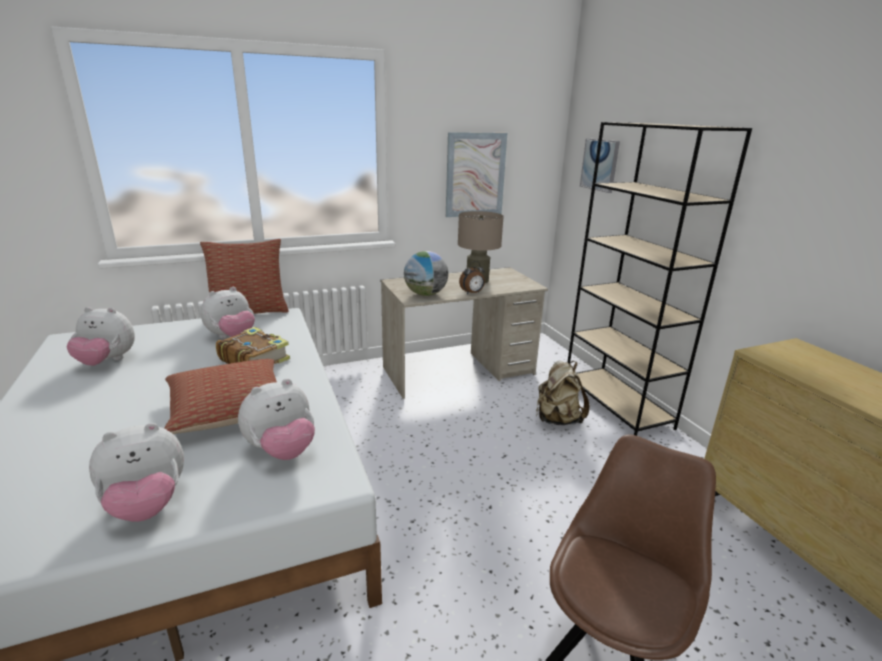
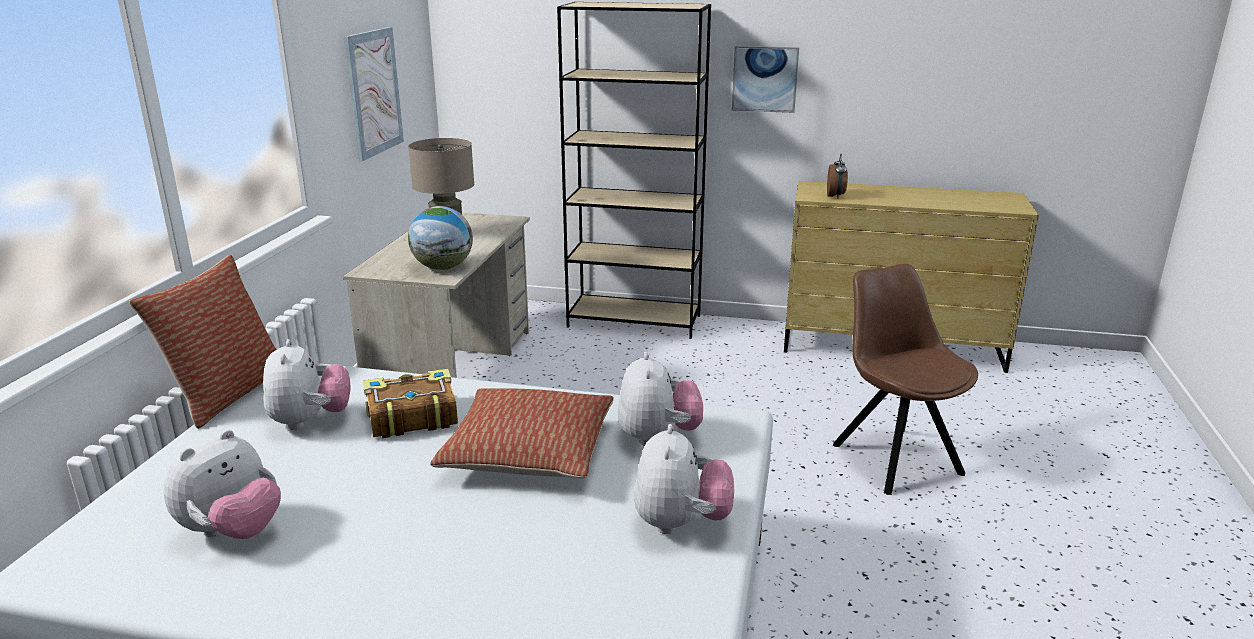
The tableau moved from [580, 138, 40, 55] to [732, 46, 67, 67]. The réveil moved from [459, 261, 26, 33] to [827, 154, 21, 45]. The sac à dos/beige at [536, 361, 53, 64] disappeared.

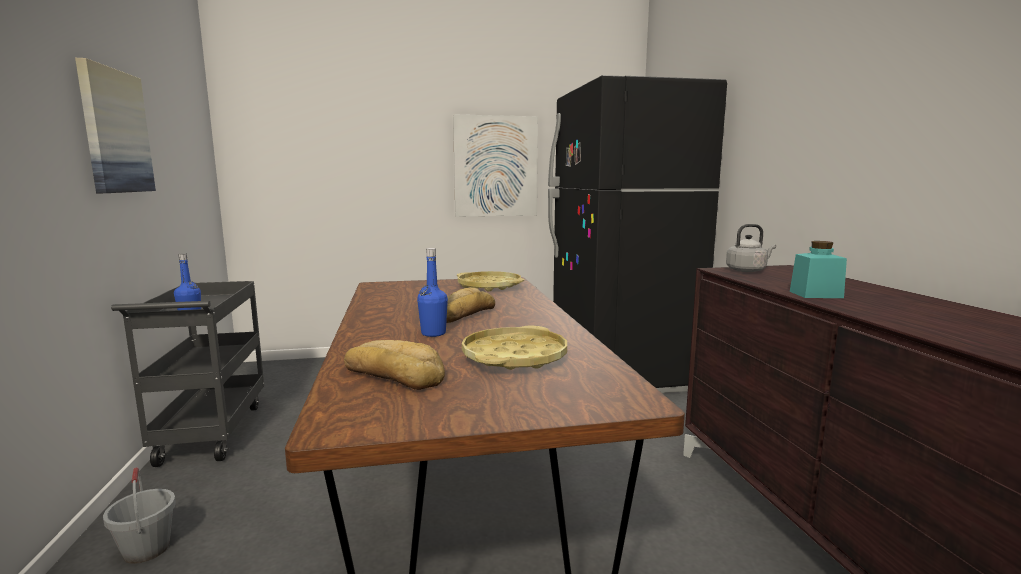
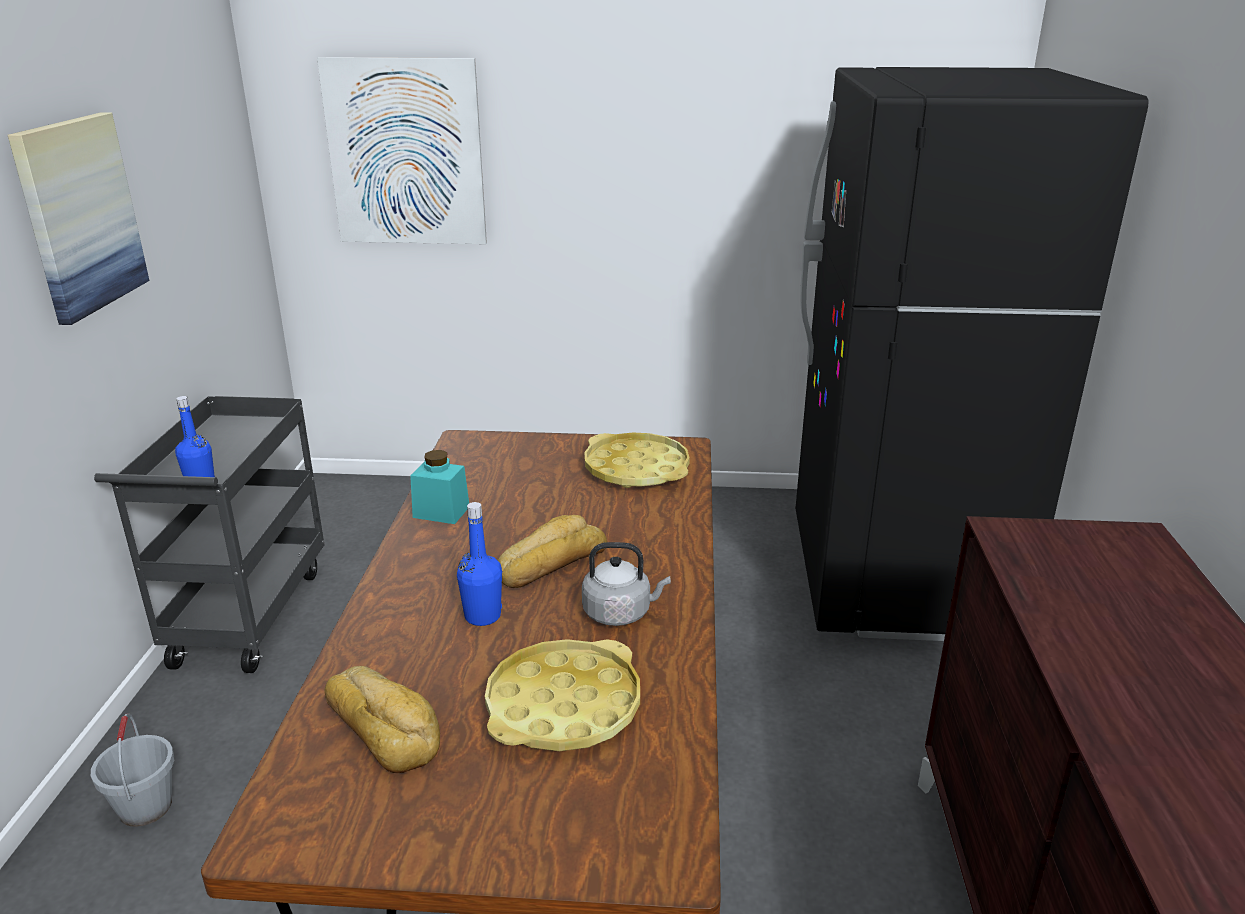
The tableau moved from [453, 114, 85, 103] to [317, 57, 170, 187]. The bocal/turquoise moved from [790, 241, 57, 57] to [410, 450, 59, 74]. The bouilloire/gris moved from [726, 224, 50, 48] to [582, 542, 89, 84].

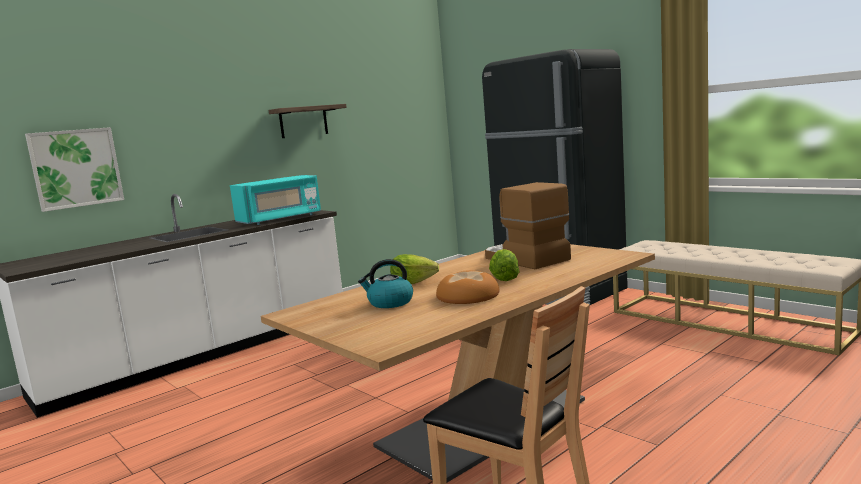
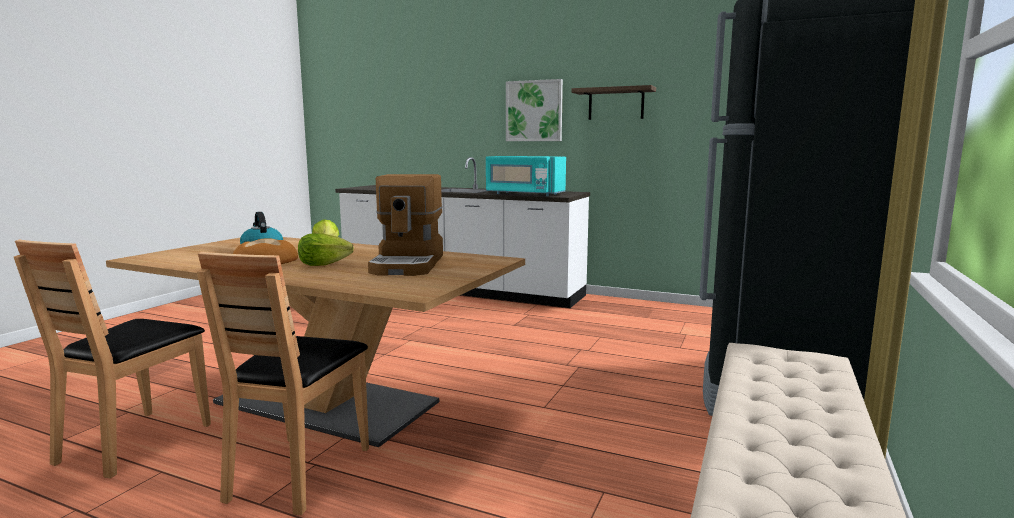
The chaise/marron at [197, 252, 172, 263] appeared. The machine à café at [485, 182, 86, 87] turned 150 degrees clockwise. The tableau moved from [25, 127, 99, 85] to [506, 79, 57, 62].

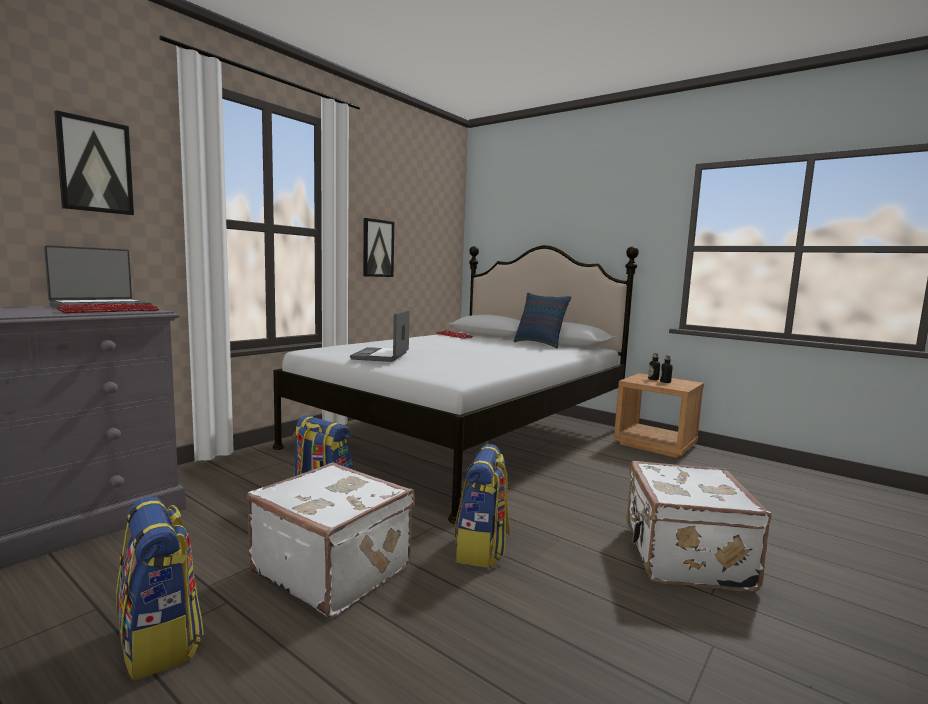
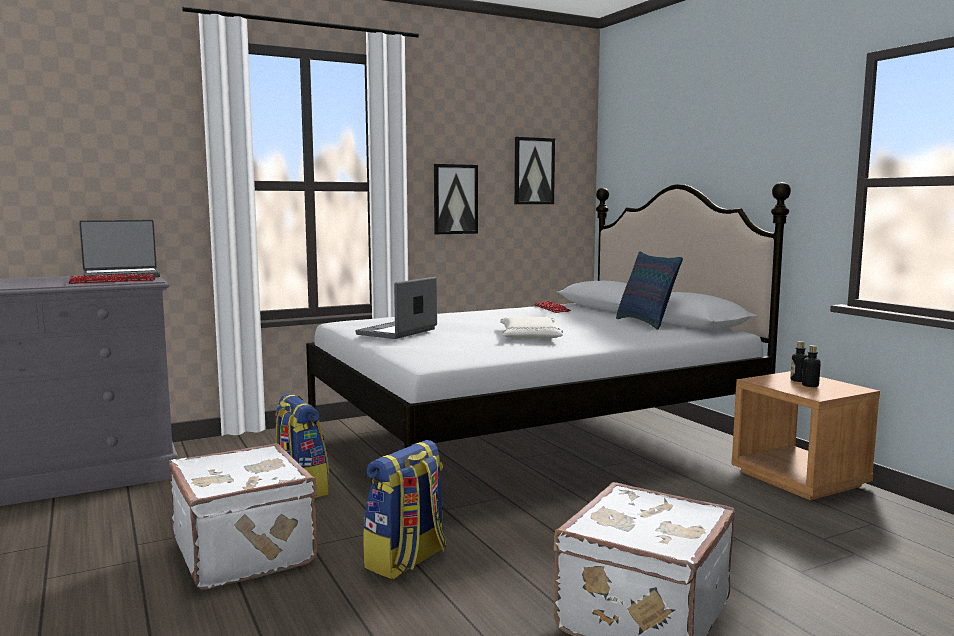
The coussin/blanc at [500, 317, 63, 21] appeared. The tableau moved from [54, 110, 80, 105] to [514, 137, 41, 67]. The sac à dos at [116, 497, 88, 183] disappeared.

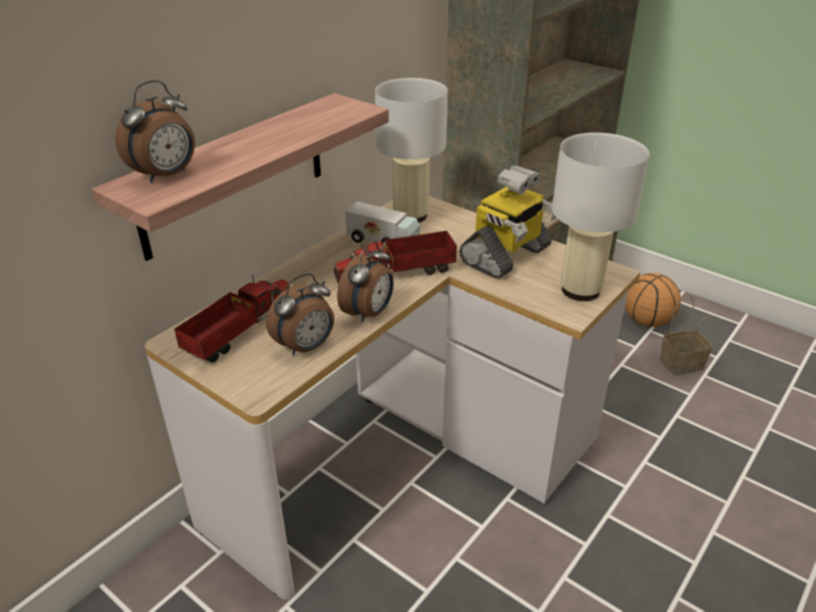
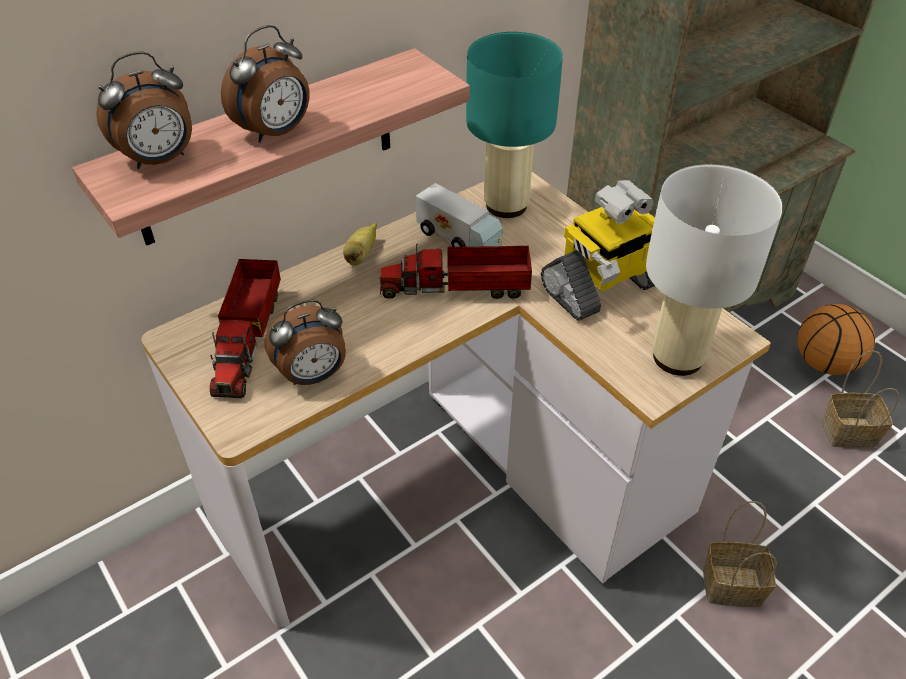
The camion jouet at [174, 275, 116, 88] turned 135 degrees clockwise. The réveil moved from [337, 241, 56, 82] to [221, 25, 89, 118]. The banane at [343, 223, 34, 43] appeared. The lampe de table/blanc at [375, 78, 73, 145] became the lampe de table/turquoise at [466, 32, 97, 186]. The panier at [703, 501, 74, 106] appeared.

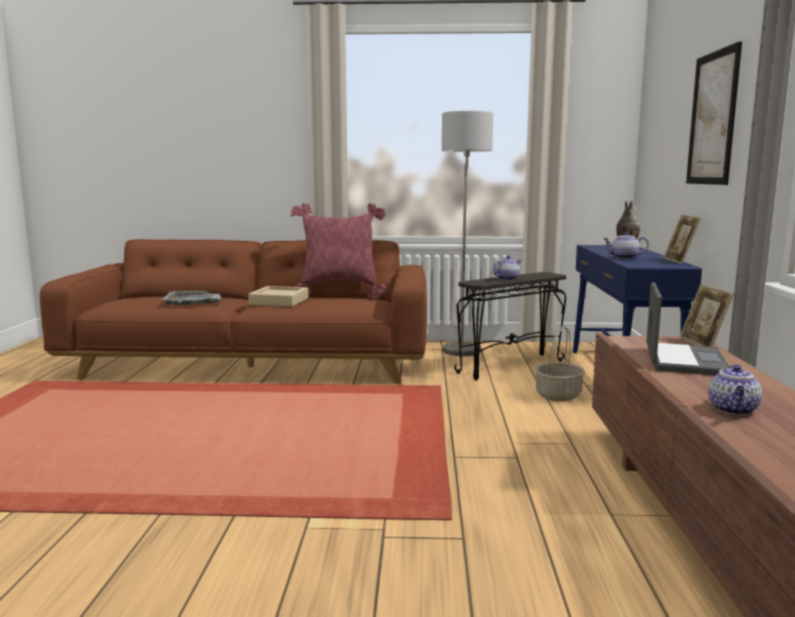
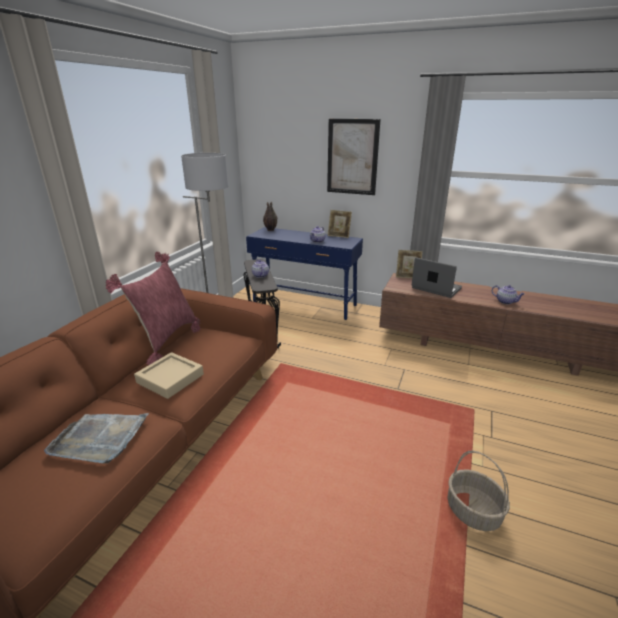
The panier moved from [535, 326, 50, 75] to [447, 450, 63, 81].

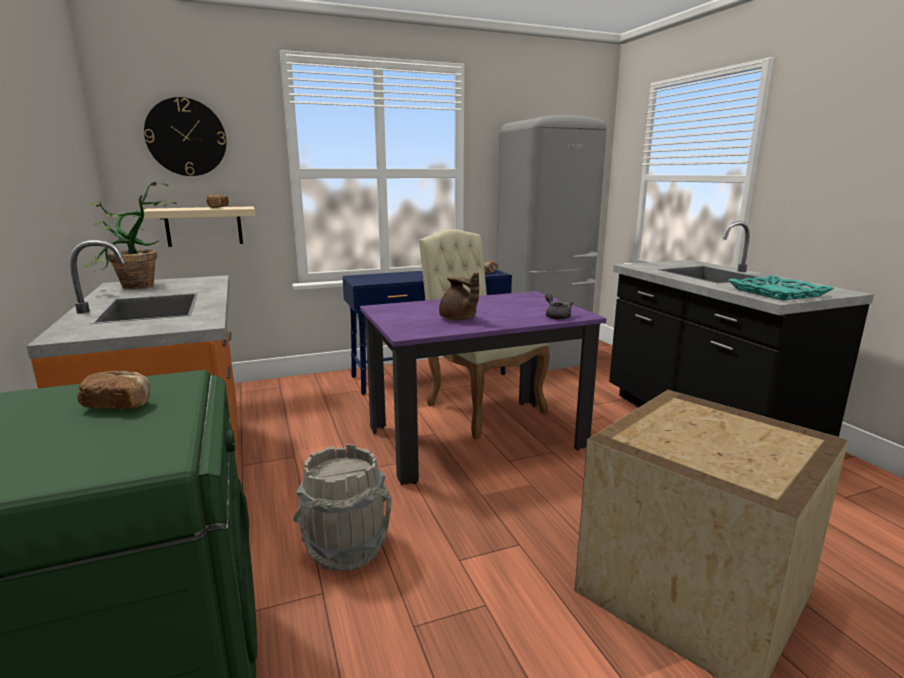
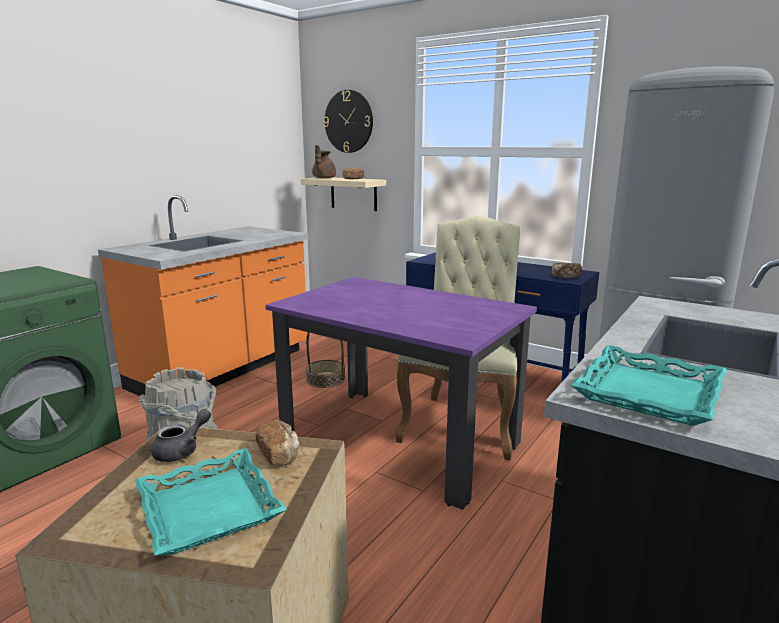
The plateau/turquoise at [135, 448, 152, 108] appeared. The théière/gris moved from [545, 294, 28, 26] to [151, 409, 60, 53]. The pain moved from [77, 371, 73, 38] to [255, 420, 44, 46]. The panier at [306, 332, 40, 56] appeared. The théière/marron moved from [439, 272, 40, 48] to [312, 145, 24, 33]. The plante en pot at [84, 182, 93, 107] disappeared.

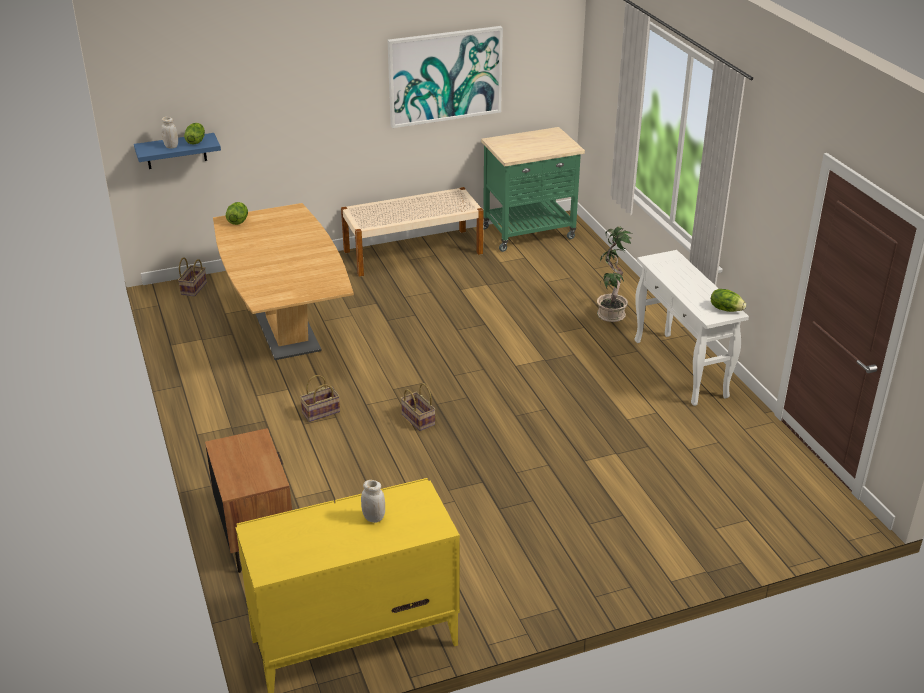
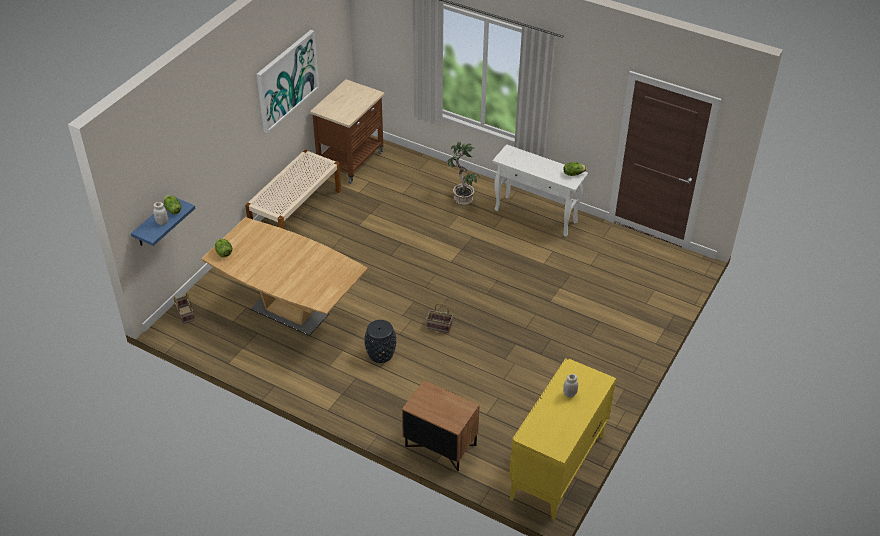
The chariot/vert at [481, 127, 104, 125] became the chariot/marron at [310, 79, 74, 105]. The panier at [300, 375, 40, 47] was replaced by the tabouret/noir at [364, 320, 32, 43].

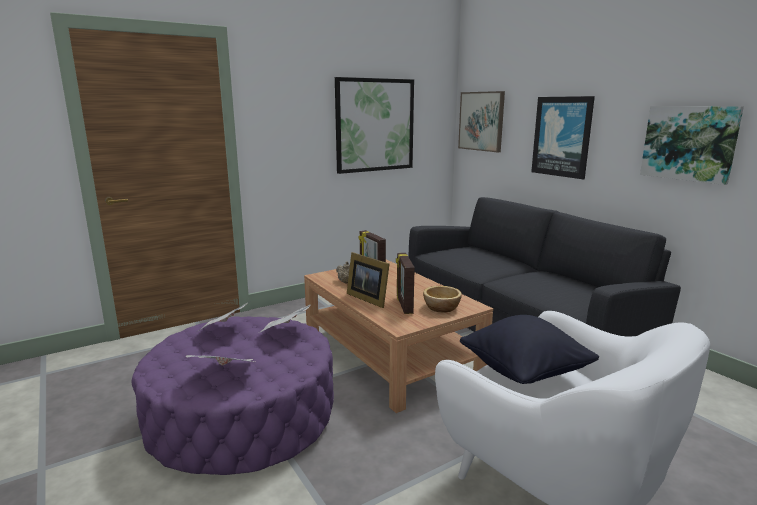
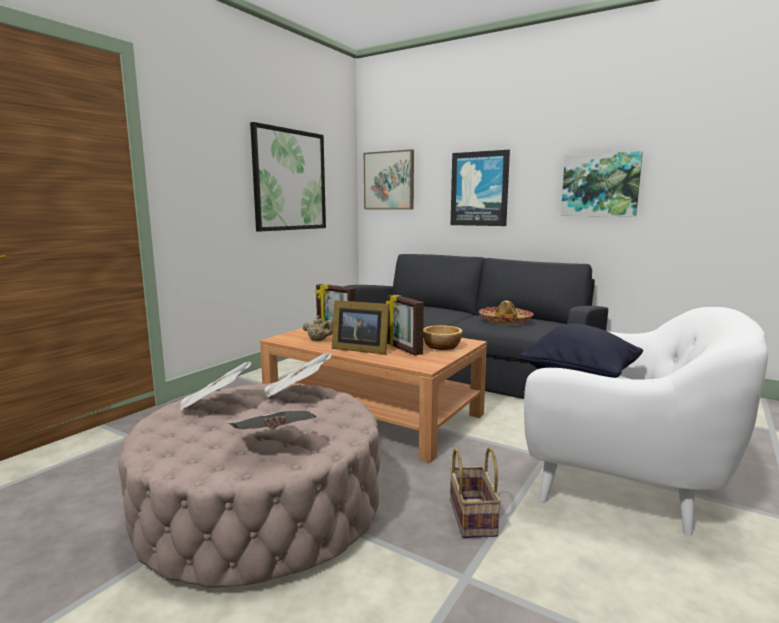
The pouf/violet at [132, 317, 202, 158] became the pouf/beige at [118, 382, 262, 206]. The panier at [450, 447, 51, 91] appeared. The chapeau at [479, 300, 55, 25] appeared.

